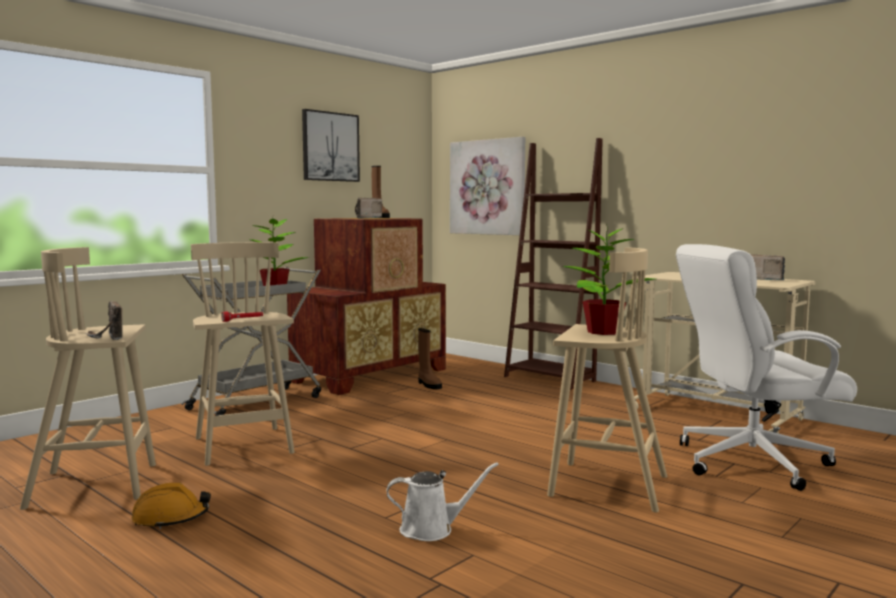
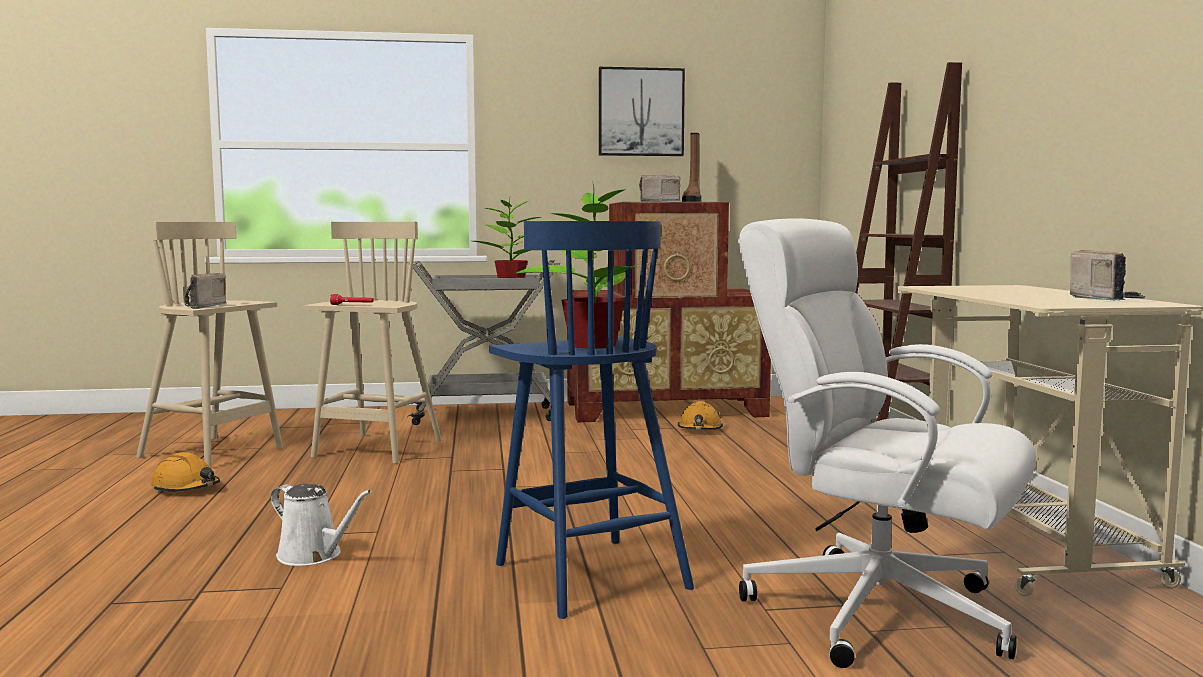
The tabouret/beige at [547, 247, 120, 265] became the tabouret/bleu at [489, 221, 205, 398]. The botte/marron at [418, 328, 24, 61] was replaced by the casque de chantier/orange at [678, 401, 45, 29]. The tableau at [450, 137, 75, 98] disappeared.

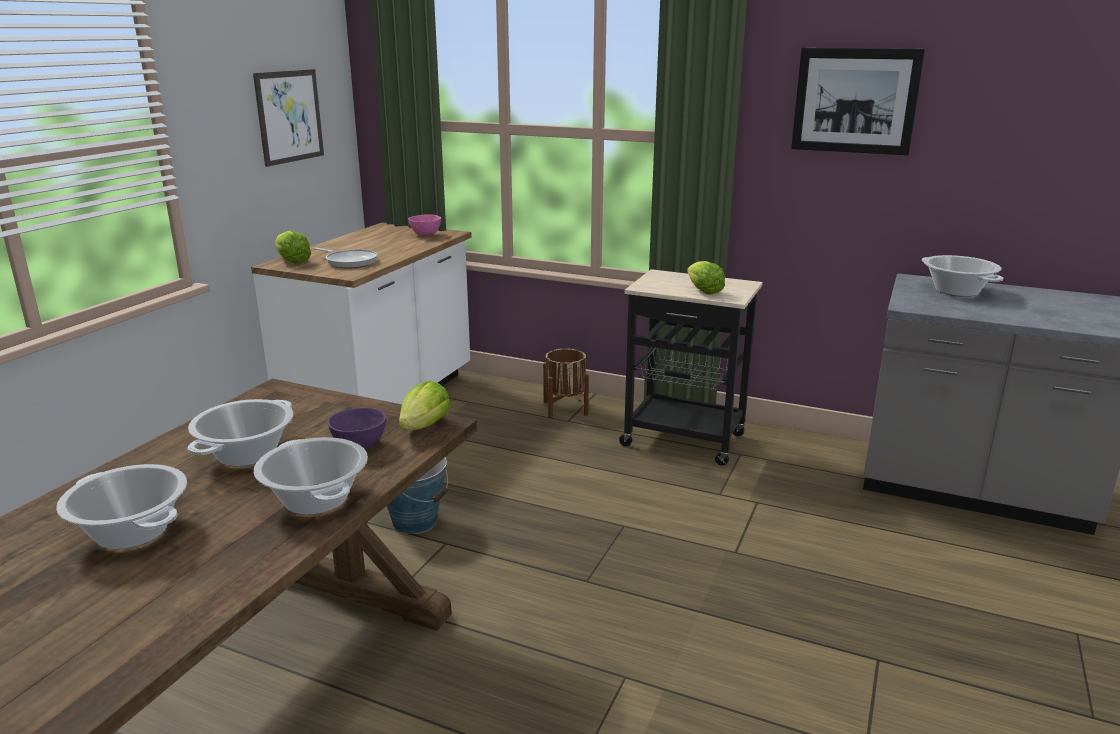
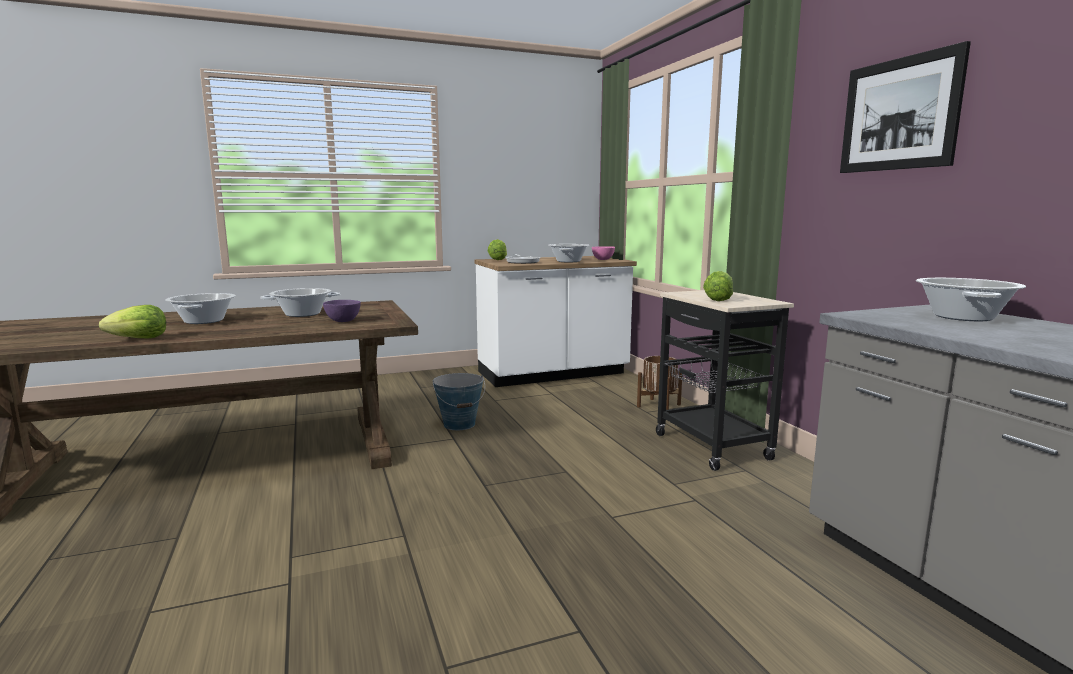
The laitue moved from [399, 381, 51, 49] to [99, 305, 67, 33]. The marmite moved from [254, 437, 114, 78] to [548, 244, 42, 18]. The tableau at [253, 69, 71, 98] disappeared.

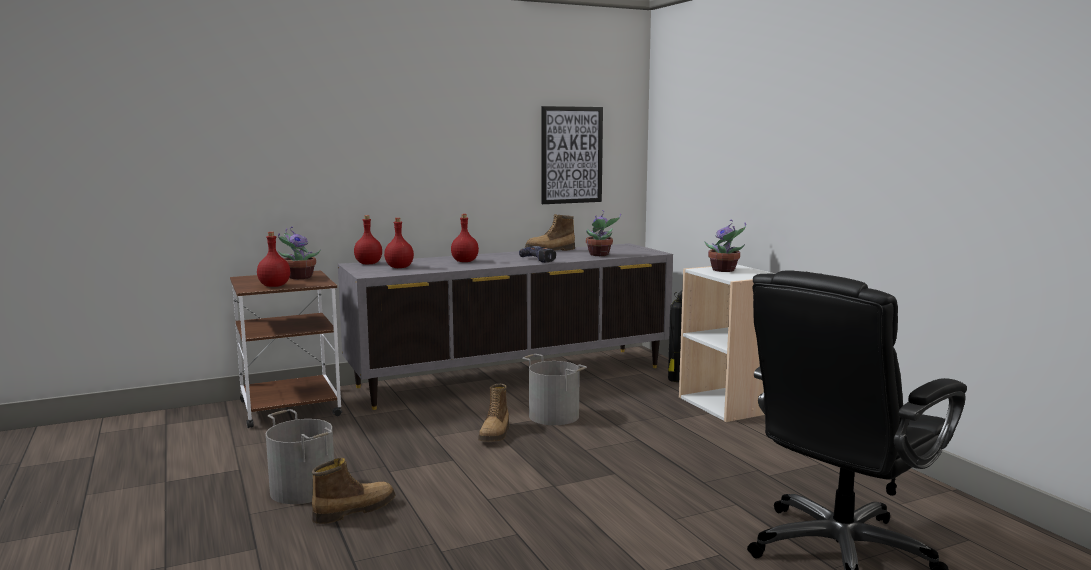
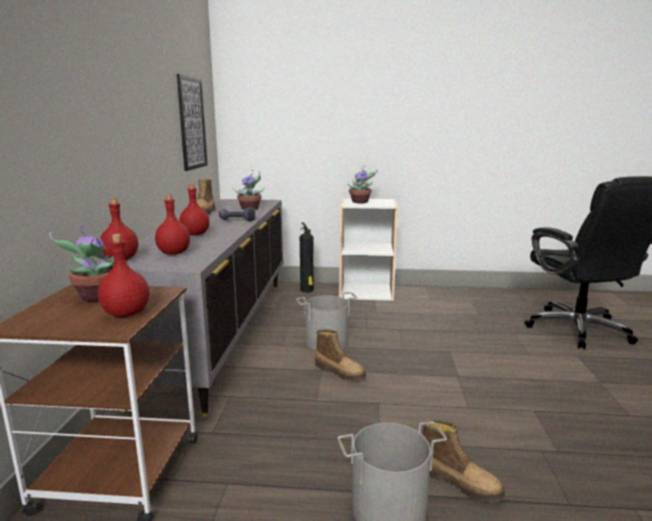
The botte at [312, 458, 83, 66] turned 135 degrees clockwise.

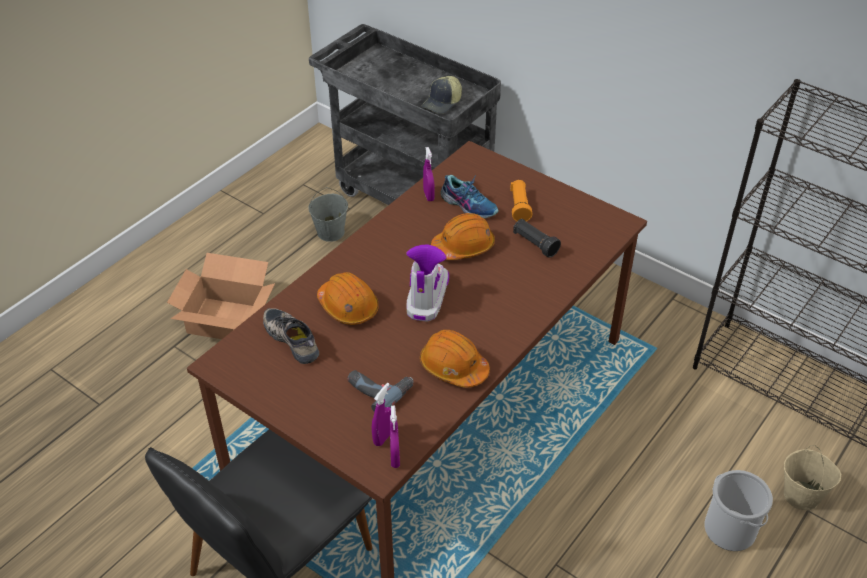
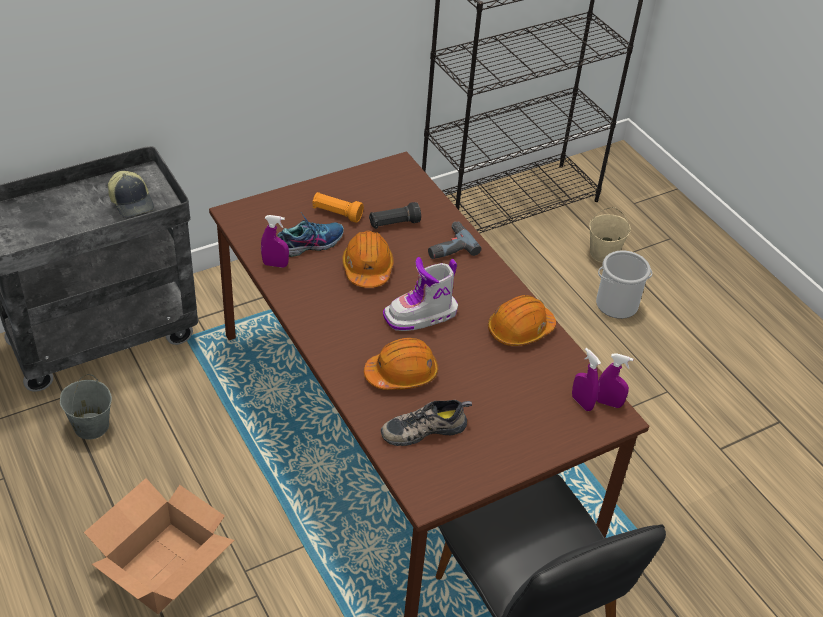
The botte at [406, 245, 43, 77] turned 60 degrees counterclockwise. The perceuse moved from [348, 370, 65, 42] to [428, 221, 54, 38].

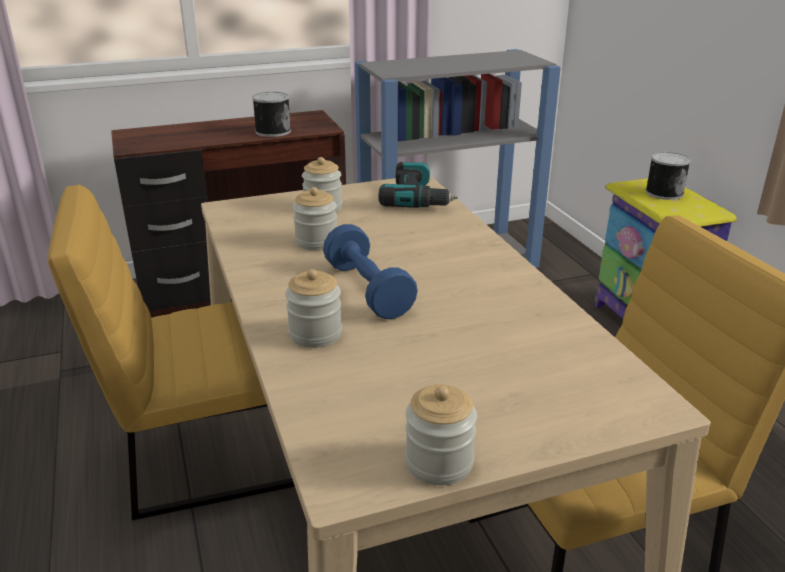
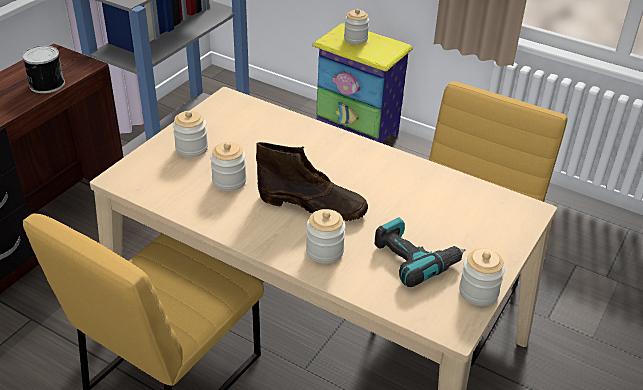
The haltère/bleu at [323, 224, 95, 95] was replaced by the botte/marron at [256, 142, 112, 79]. The boîte métallique at [646, 152, 45, 48] was replaced by the bocal at [344, 9, 25, 36]. The perceuse moved from [378, 162, 80, 46] to [375, 218, 90, 69].

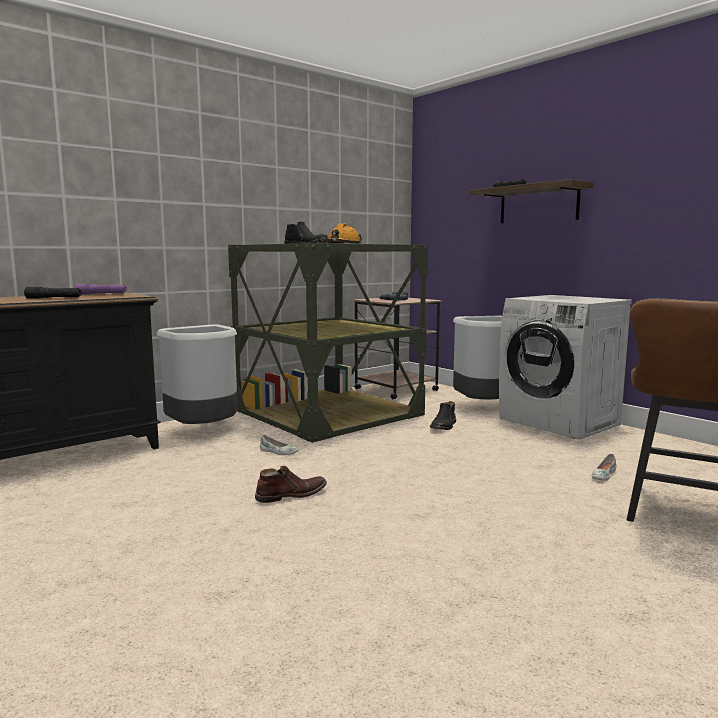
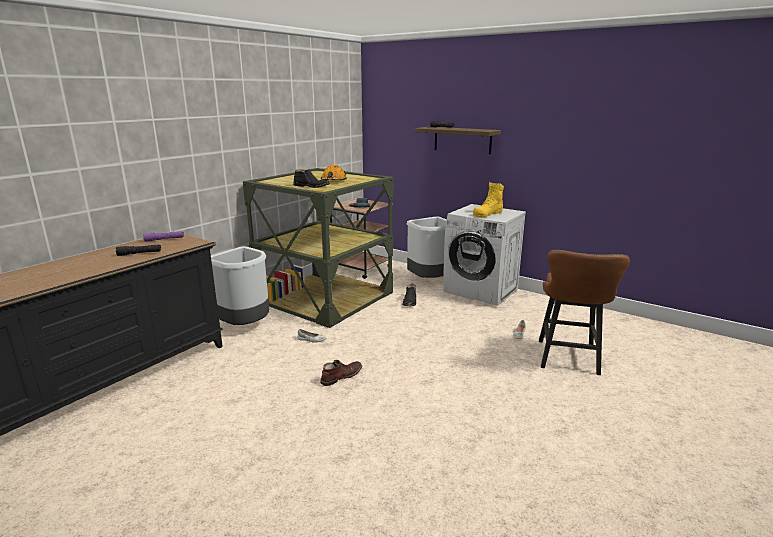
The botte/jaune at [473, 182, 31, 35] appeared.

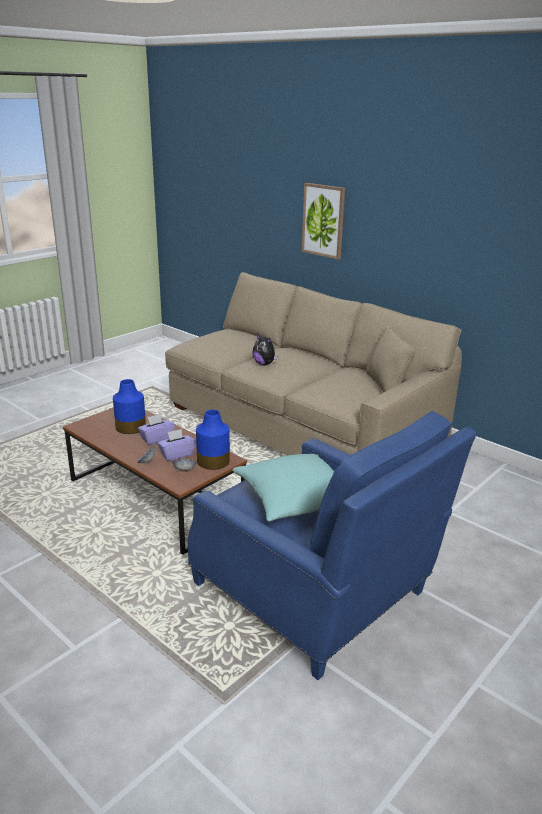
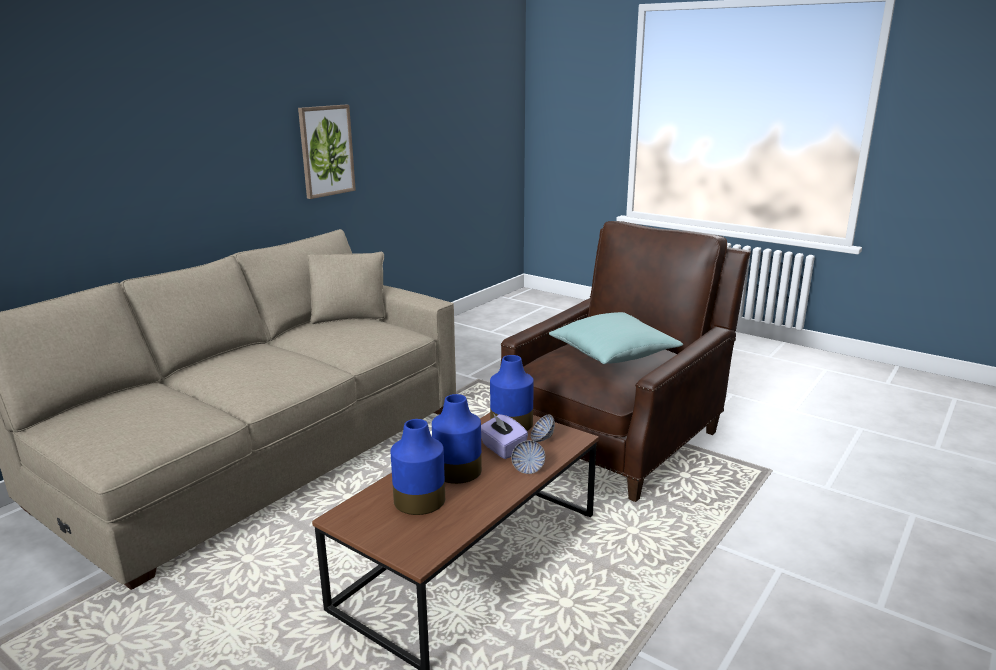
The tableau moved from [302, 183, 43, 76] to [298, 105, 58, 94]. The boîte à mouchoirs/violet at [138, 414, 37, 31] was replaced by the vase/bleu at [432, 394, 50, 90]. The fauteuil/bleu at [188, 411, 288, 269] became the fauteuil/marron at [500, 221, 251, 281]. The peluche at [252, 333, 27, 32] disappeared.

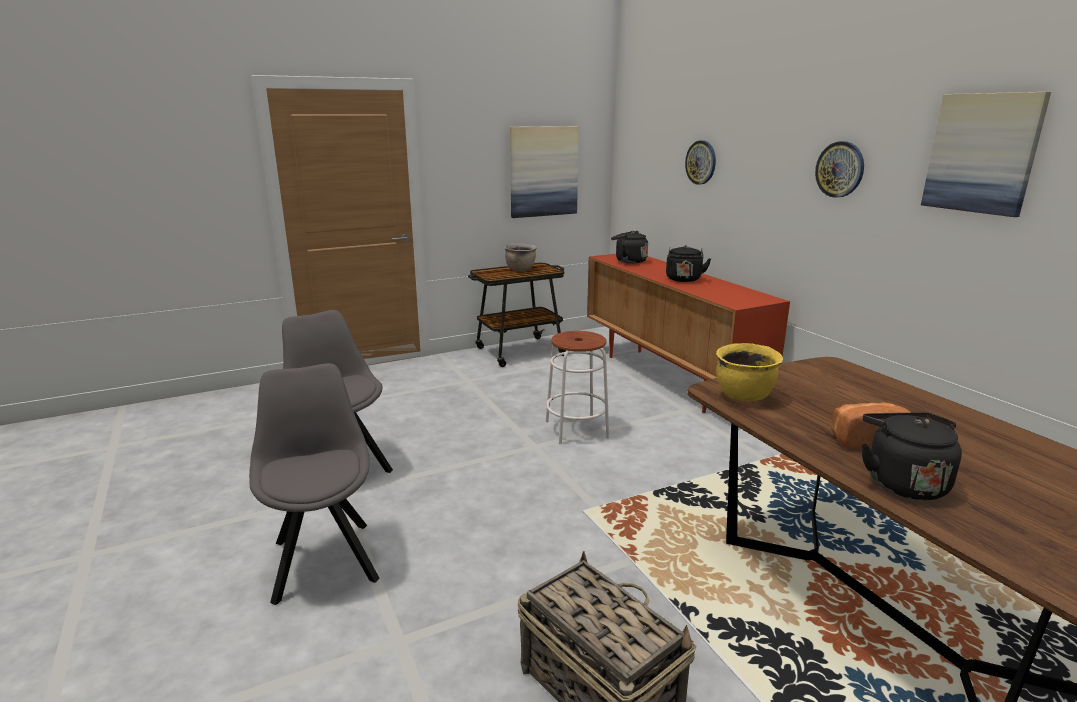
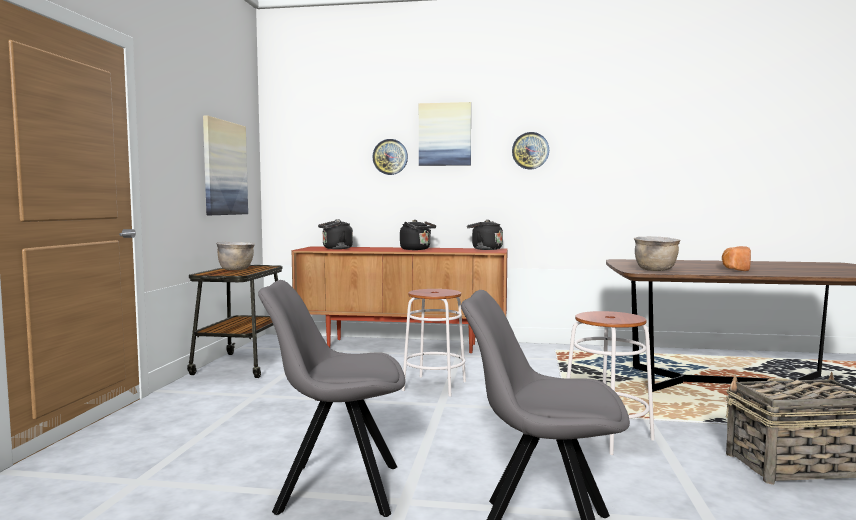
The tableau moved from [921, 92, 130, 125] to [419, 102, 52, 64]. The bouilloire/noir moved from [862, 412, 100, 88] to [467, 220, 36, 30]. The tabouret/blanc at [567, 311, 88, 144] appeared. The marmite/jaune at [716, 343, 67, 59] became the marmite/marron at [634, 236, 46, 35].

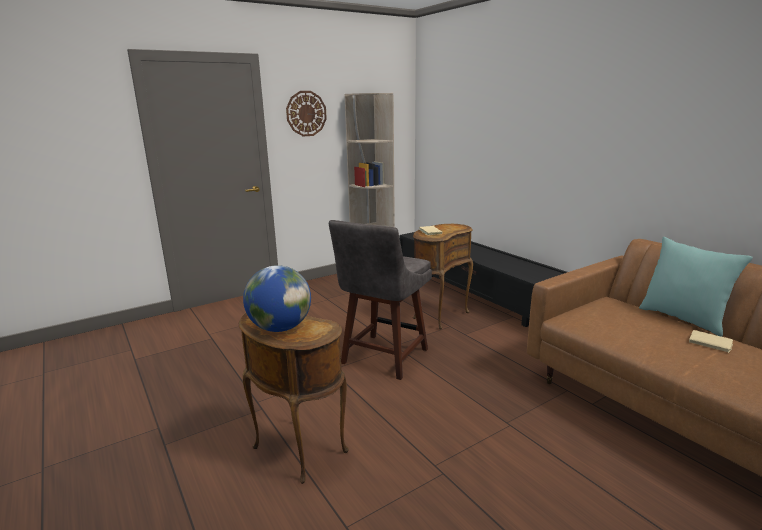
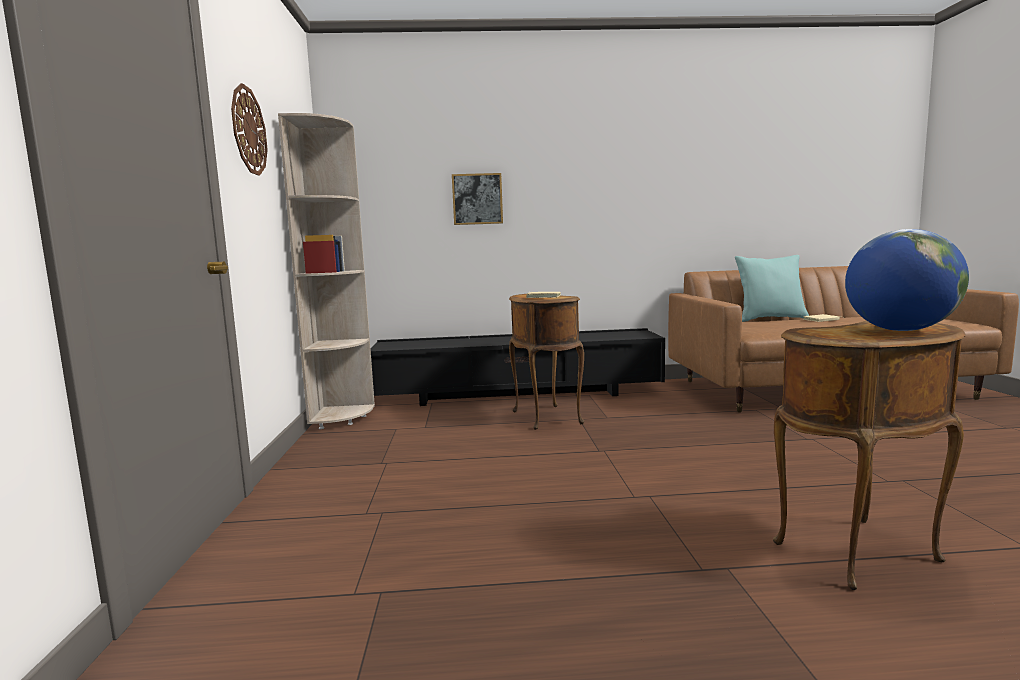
The tableau at [452, 173, 51, 52] appeared. The tabouret/gris at [329, 220, 103, 160] disappeared.

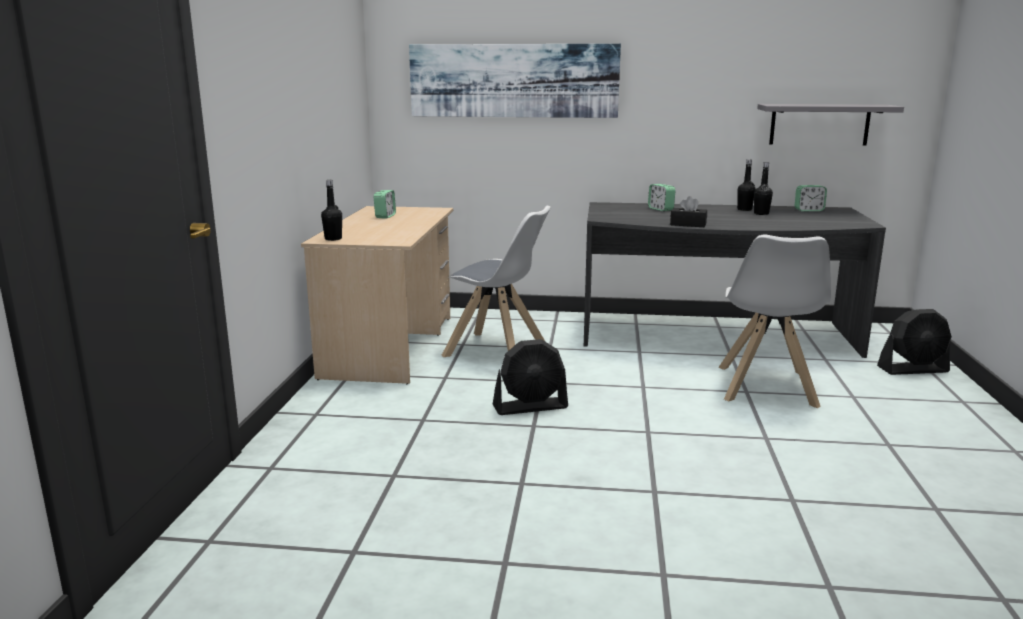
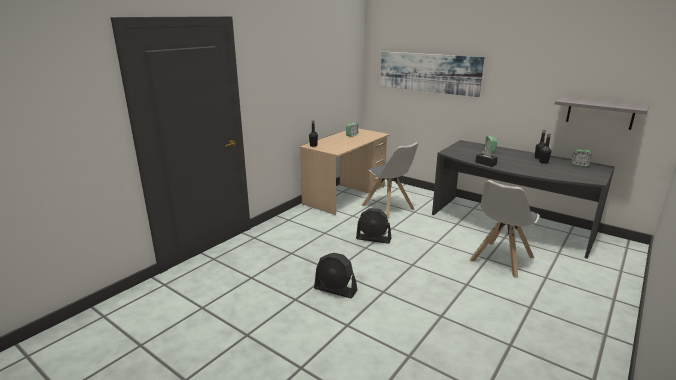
The ventilateur/noir moved from [877, 309, 75, 66] to [314, 253, 43, 45].

